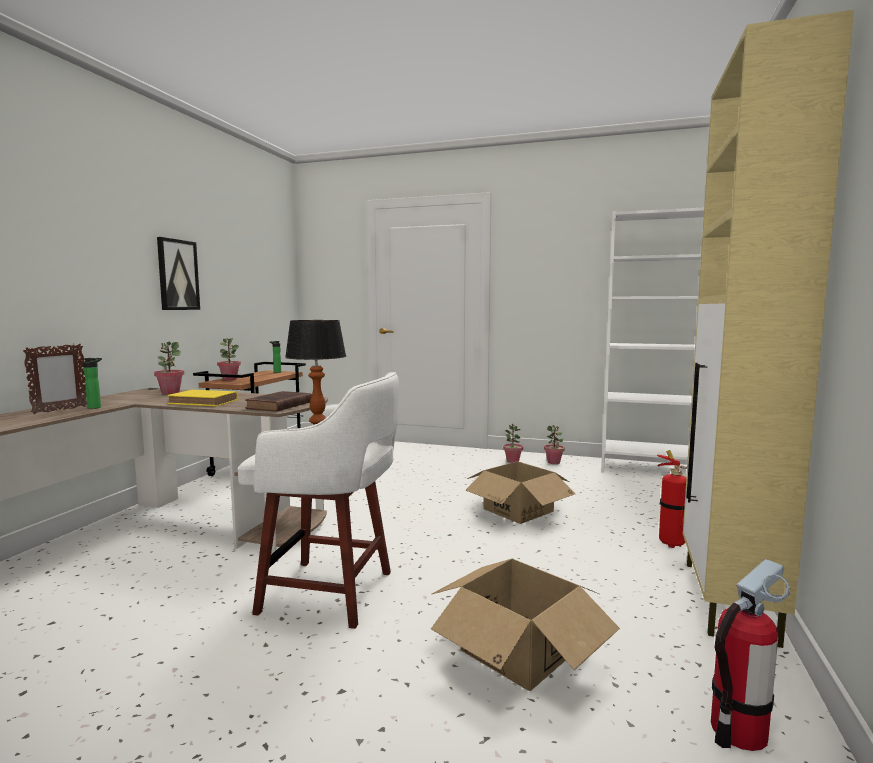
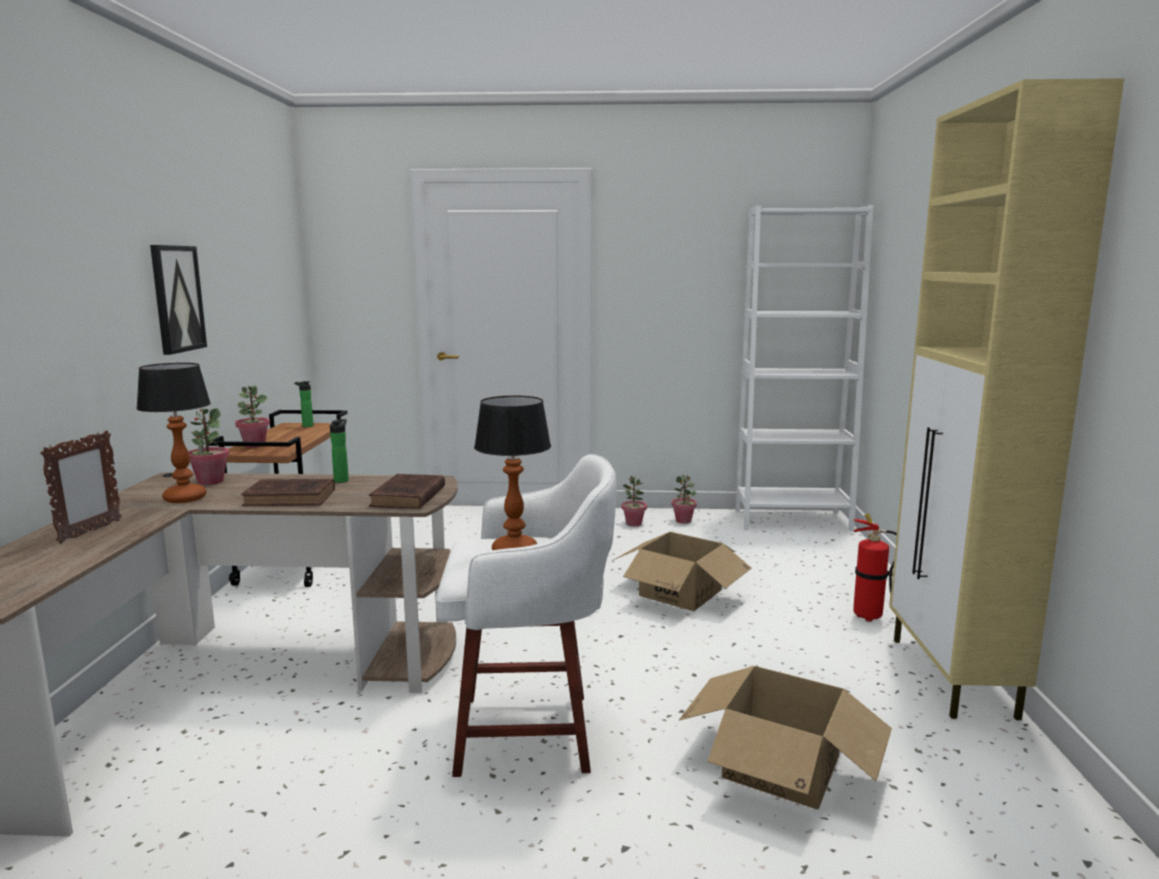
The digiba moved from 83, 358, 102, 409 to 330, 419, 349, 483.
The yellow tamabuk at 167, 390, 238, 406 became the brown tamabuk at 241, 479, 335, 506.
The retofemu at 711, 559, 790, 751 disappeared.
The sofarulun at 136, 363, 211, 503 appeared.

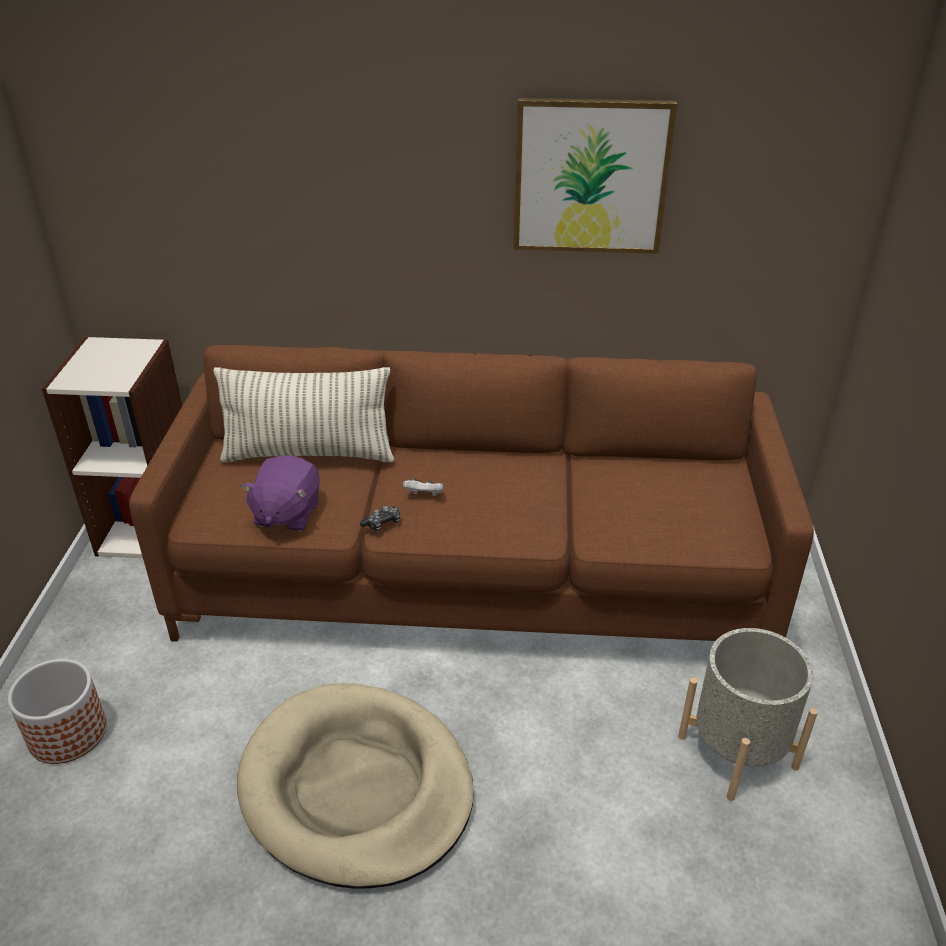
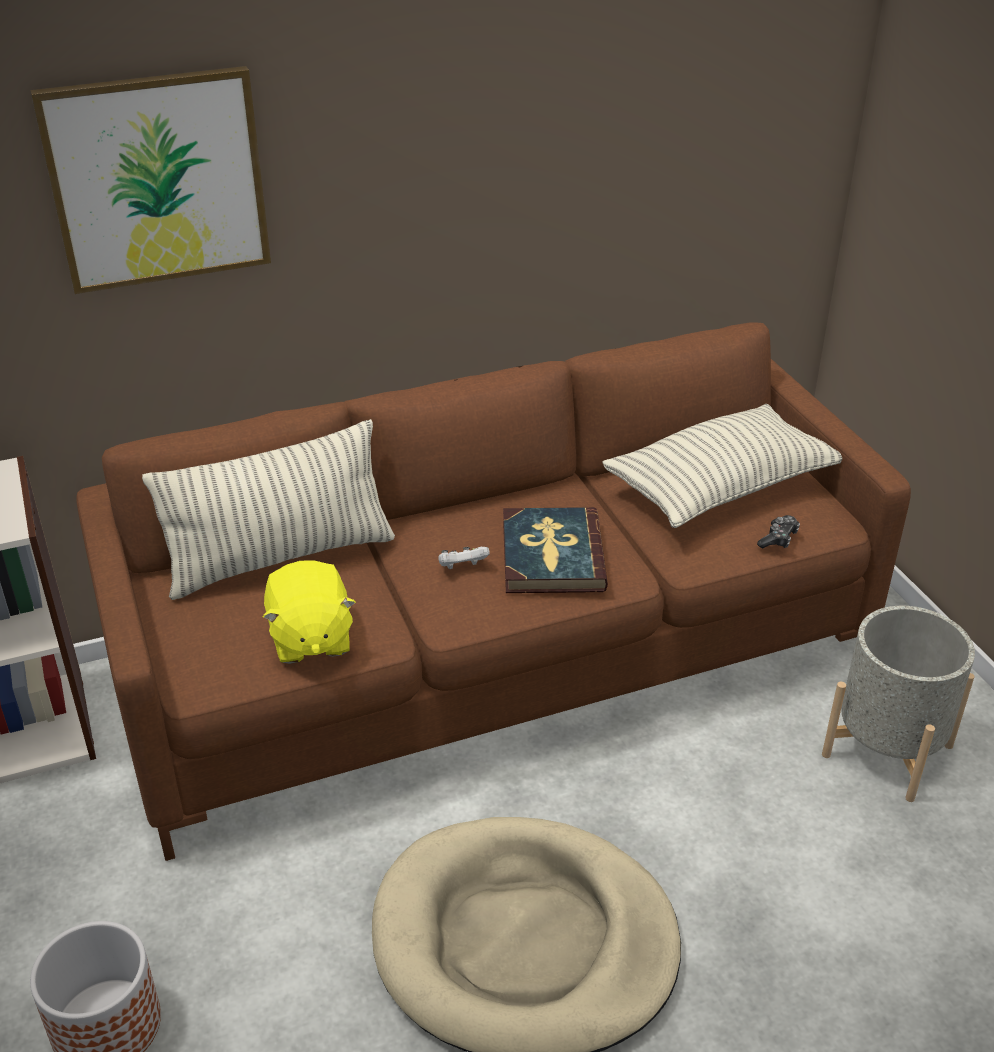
The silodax moved from 514, 98, 677, 254 to 30, 66, 271, 294.
The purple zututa at 241, 455, 320, 532 became the yellow zututa at 263, 560, 356, 664.
The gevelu moved from 360, 506, 400, 532 to 757, 515, 800, 548.
The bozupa at 602, 404, 842, 528 appeared.
The tamabuk at 503, 507, 608, 593 appeared.

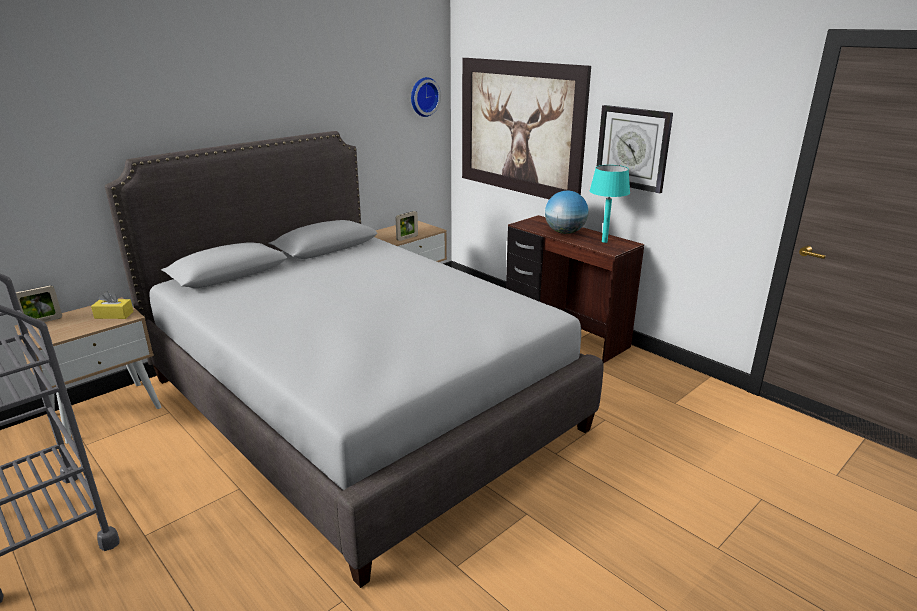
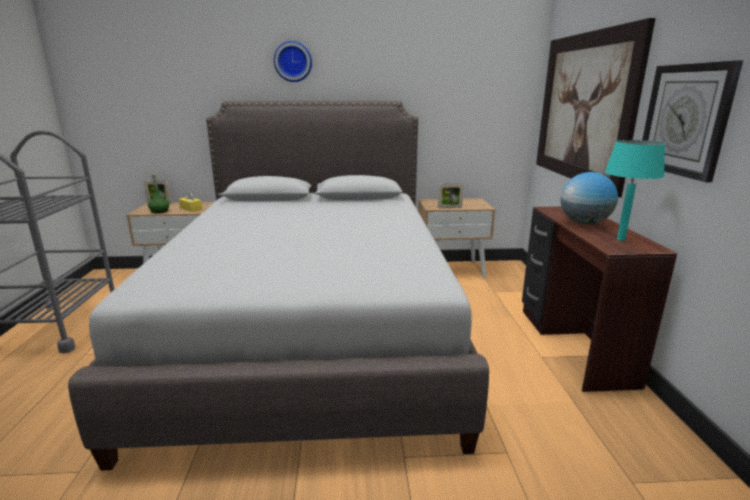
The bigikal moved from 411, 77, 441, 117 to 274, 41, 312, 82.
The green digiba at 148, 174, 169, 213 appeared.

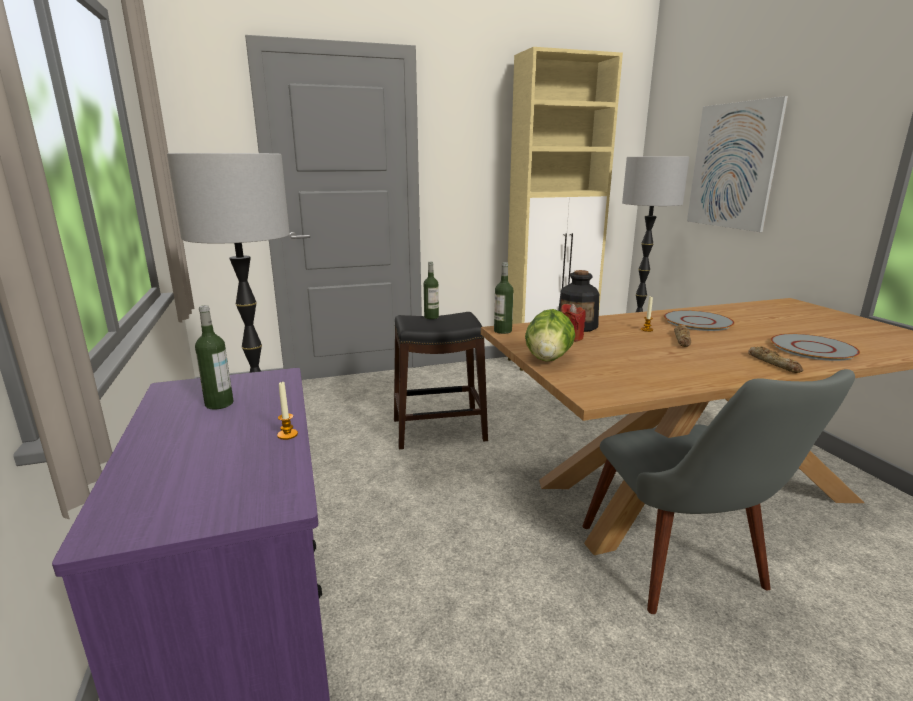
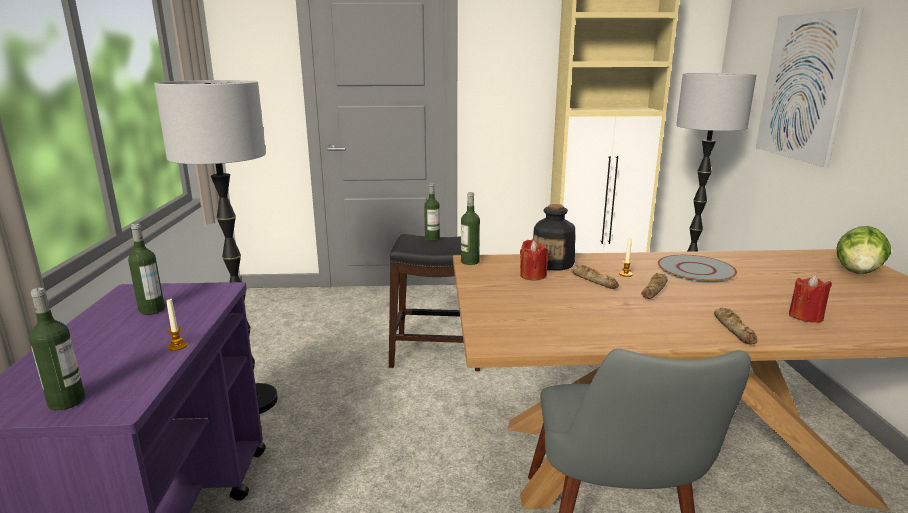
The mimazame moved from 525, 309, 575, 362 to 837, 226, 891, 274.
The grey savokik at 770, 334, 860, 361 was replaced by the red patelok at 789, 275, 832, 323.
The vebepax at 571, 265, 619, 289 appeared.
The digiba at 29, 288, 85, 410 appeared.

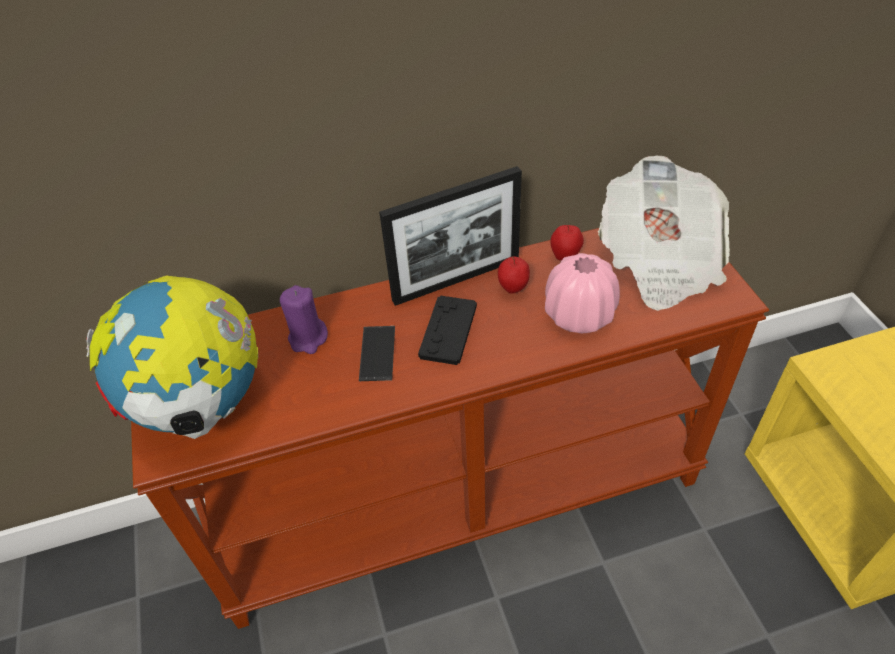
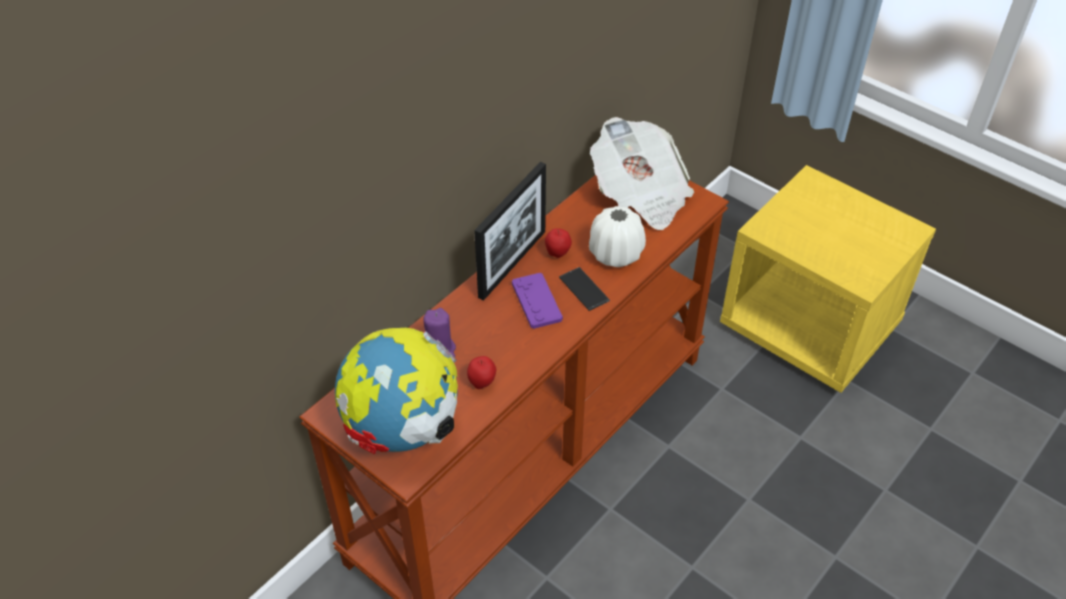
The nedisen moved from 551, 225, 584, 260 to 467, 356, 496, 389.
The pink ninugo at 545, 253, 620, 334 became the white ninugo at 589, 206, 646, 267.
The black gevelu at 418, 296, 477, 365 became the purple gevelu at 512, 273, 563, 329.
The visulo moved from 359, 326, 395, 381 to 559, 267, 610, 311.

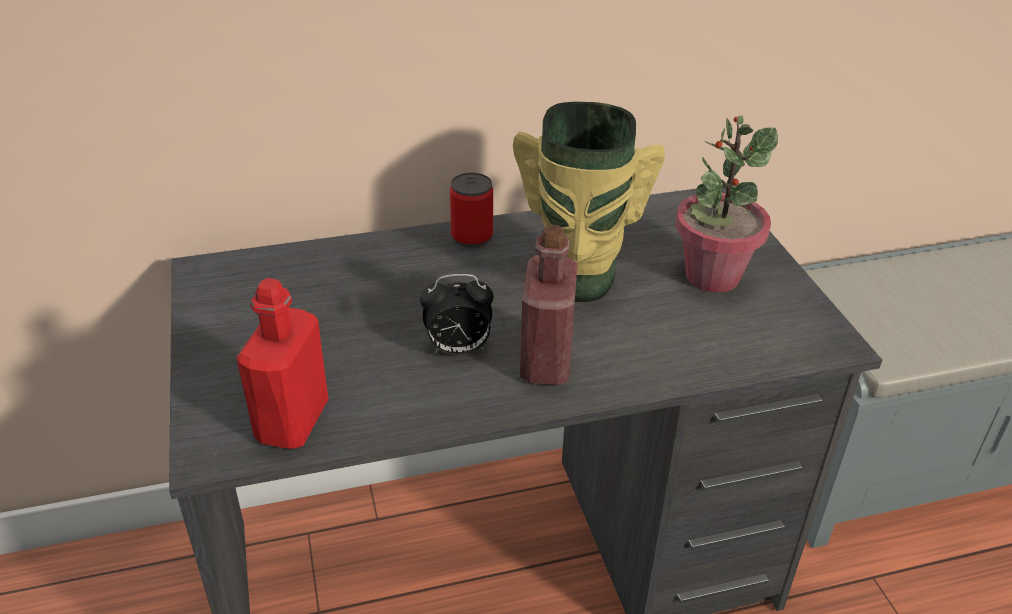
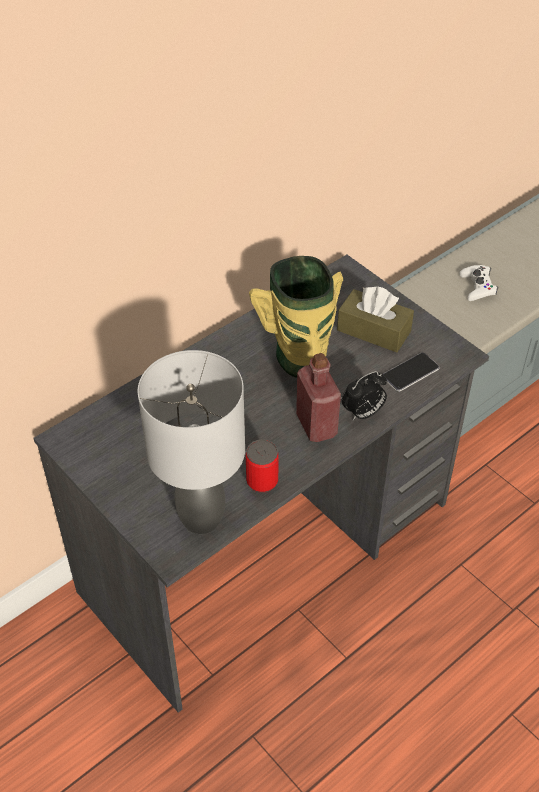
The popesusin at 676, 115, 778, 293 was replaced by the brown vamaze at 337, 286, 414, 352.
The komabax moved from 450, 173, 493, 248 to 246, 439, 279, 493.
The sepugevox moved from 420, 274, 494, 355 to 342, 371, 387, 421.
The red digiba at 236, 278, 329, 449 was replaced by the grey sofarulun at 138, 350, 245, 534.
The white gevelu at 459, 265, 498, 301 appeared.
The visulo at 382, 353, 440, 392 appeared.

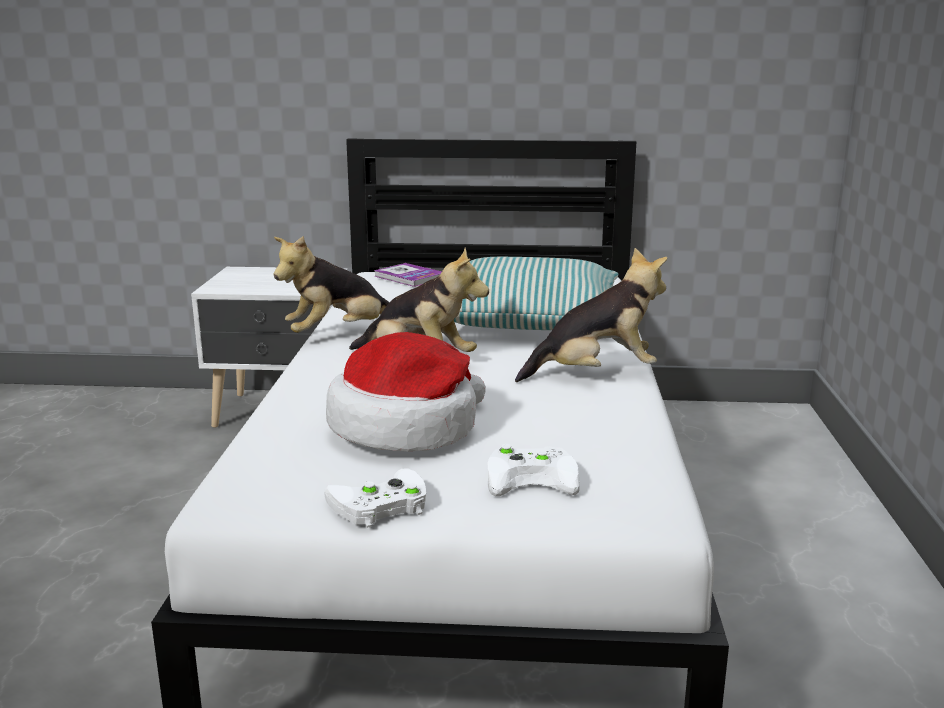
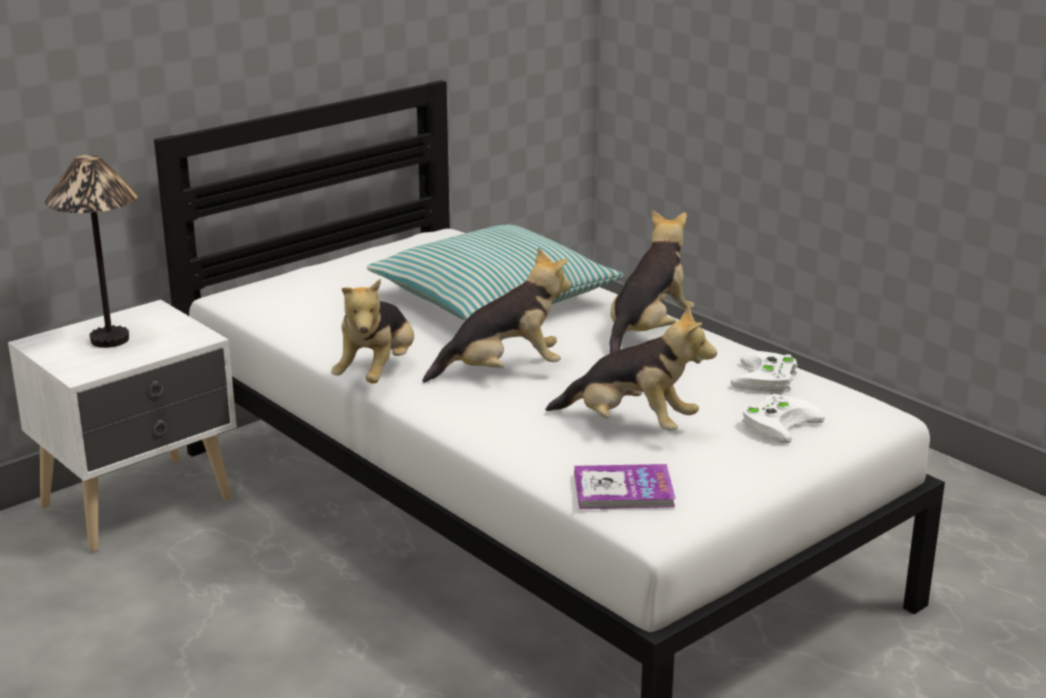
The tamabuk moved from 374, 263, 442, 287 to 574, 464, 676, 509.
The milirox at 326, 332, 486, 452 was replaced by the zututa at 545, 304, 717, 431.
The white gevelu moved from 325, 468, 426, 528 to 731, 351, 797, 391.
The sofarulun at 45, 155, 138, 348 appeared.

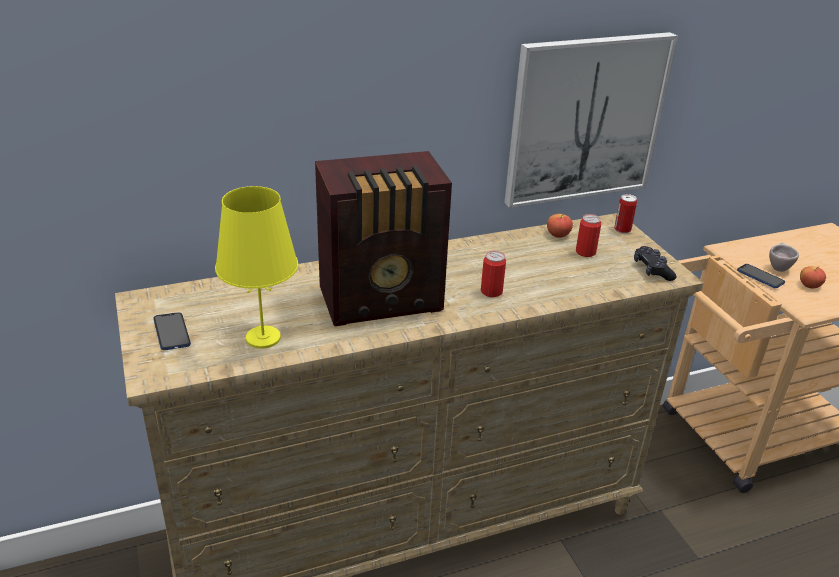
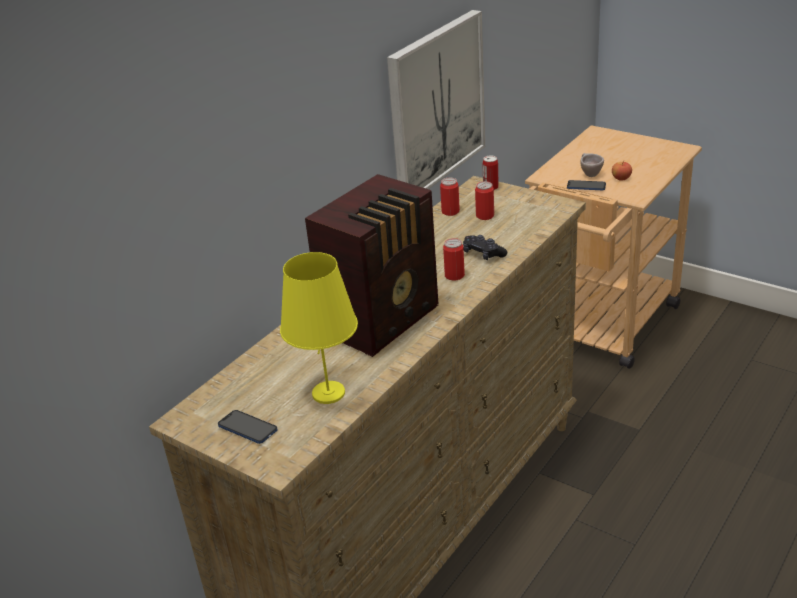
The nedisen at 547, 214, 573, 238 was replaced by the komabax at 440, 178, 460, 216.
The black gevelu moved from 634, 246, 676, 281 to 463, 235, 507, 260.

